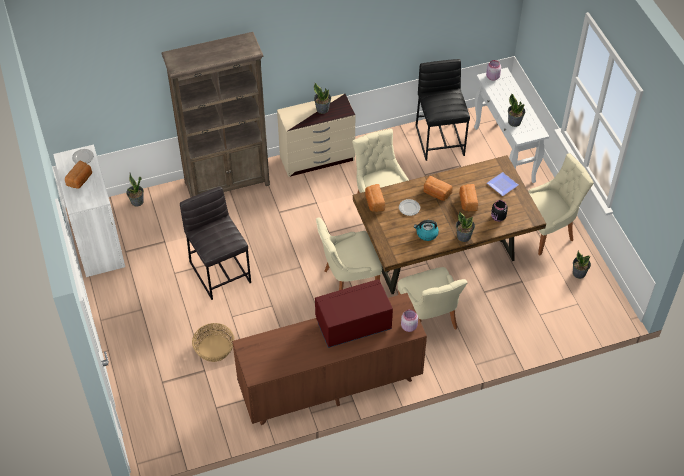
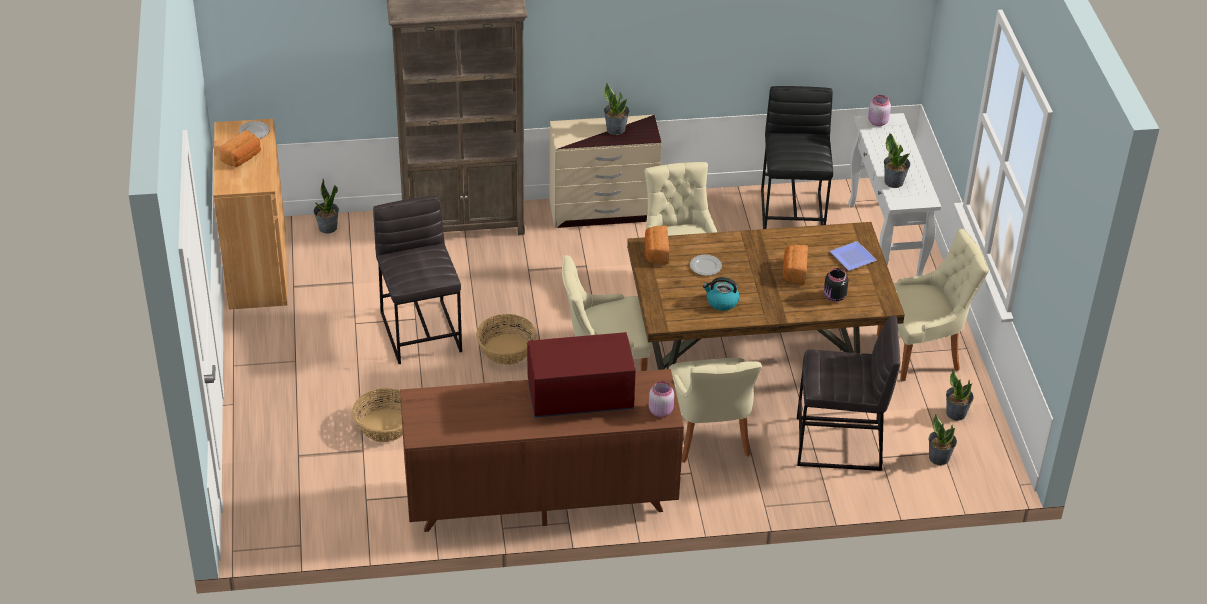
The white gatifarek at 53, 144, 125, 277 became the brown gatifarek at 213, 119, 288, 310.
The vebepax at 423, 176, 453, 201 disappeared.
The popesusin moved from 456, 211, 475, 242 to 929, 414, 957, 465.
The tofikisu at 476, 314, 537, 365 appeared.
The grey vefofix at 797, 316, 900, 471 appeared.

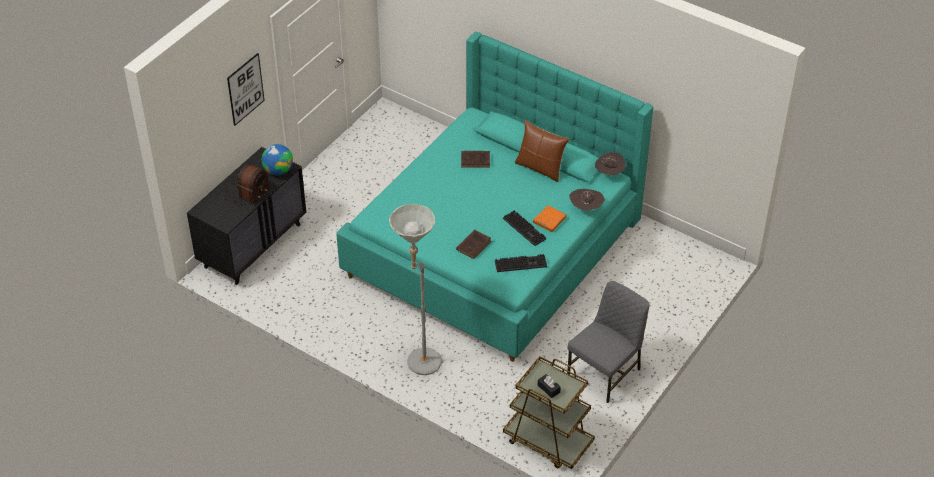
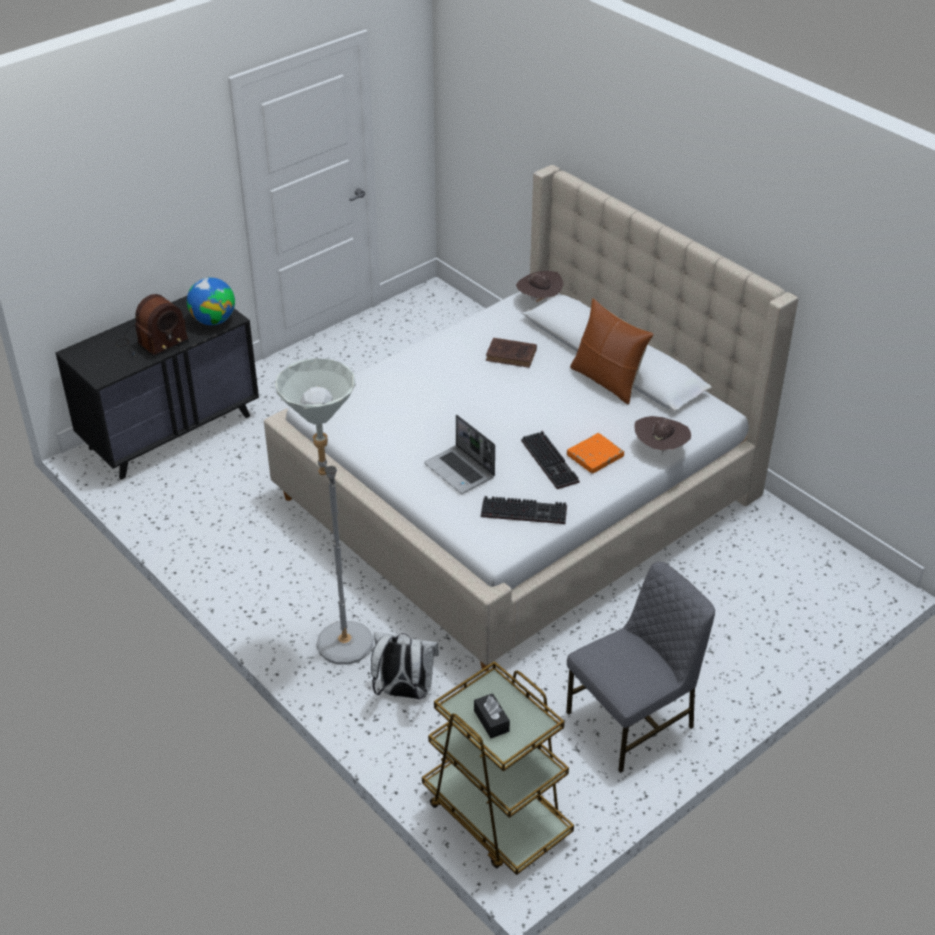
The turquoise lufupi at 336, 32, 654, 362 became the beige lufupi at 264, 165, 798, 672.
The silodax at 227, 53, 265, 126 disappeared.
The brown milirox moved from 595, 152, 626, 176 to 516, 271, 564, 302.
The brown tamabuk at 456, 230, 491, 259 was replaced by the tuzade at 424, 415, 495, 494.
The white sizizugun at 371, 632, 439, 699 appeared.

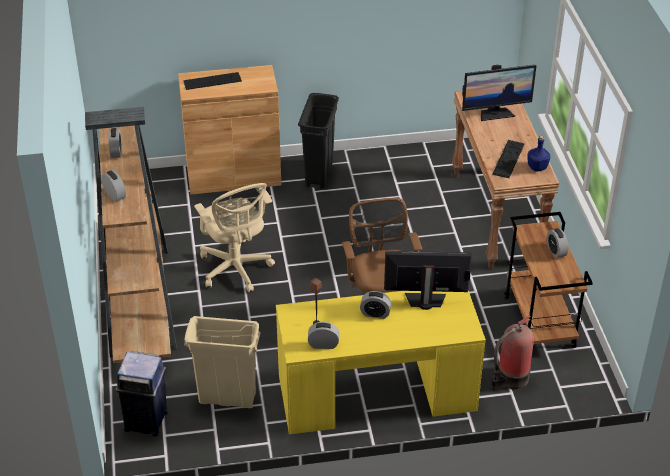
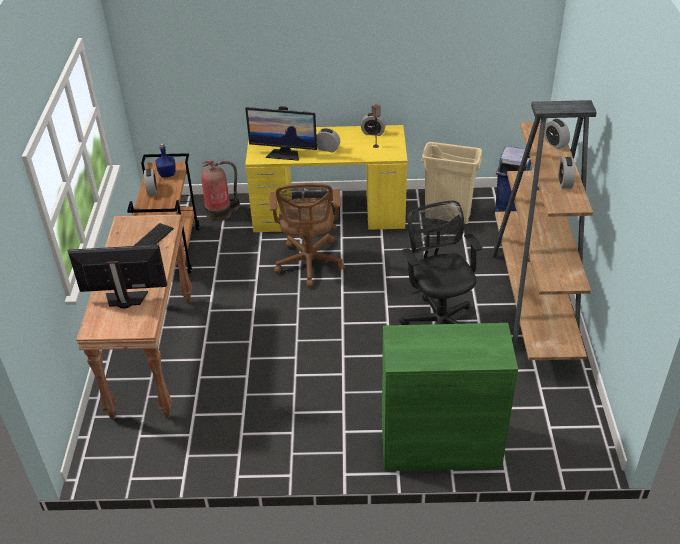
The brown gatifarek at 178, 65, 281, 195 became the green gatifarek at 382, 323, 518, 471.
The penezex at 183, 72, 242, 90 disappeared.
The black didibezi at 298, 93, 339, 189 disappeared.
The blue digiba moved from 528, 136, 551, 171 to 155, 144, 176, 177.
The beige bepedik at 194, 183, 275, 292 became the black bepedik at 399, 201, 483, 325.

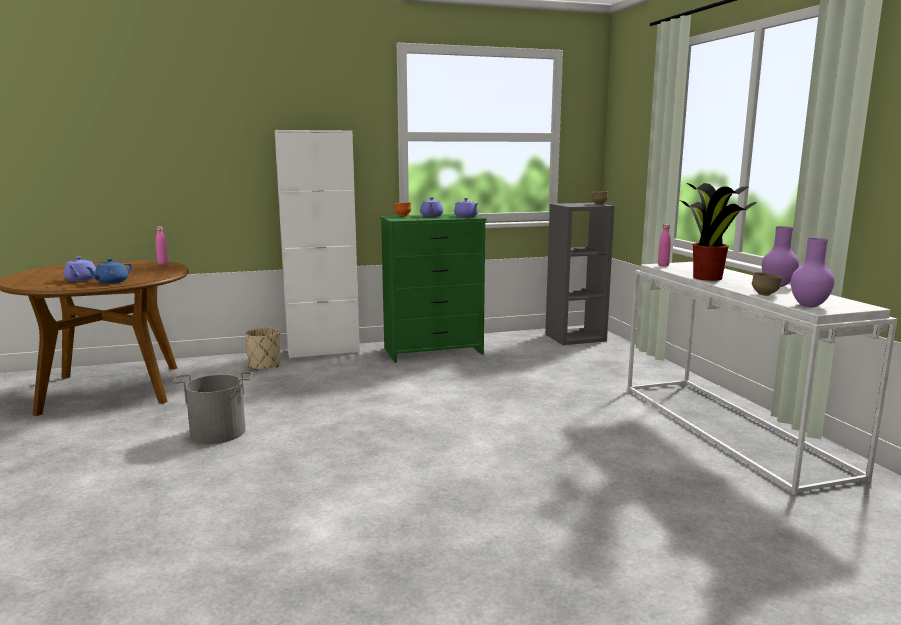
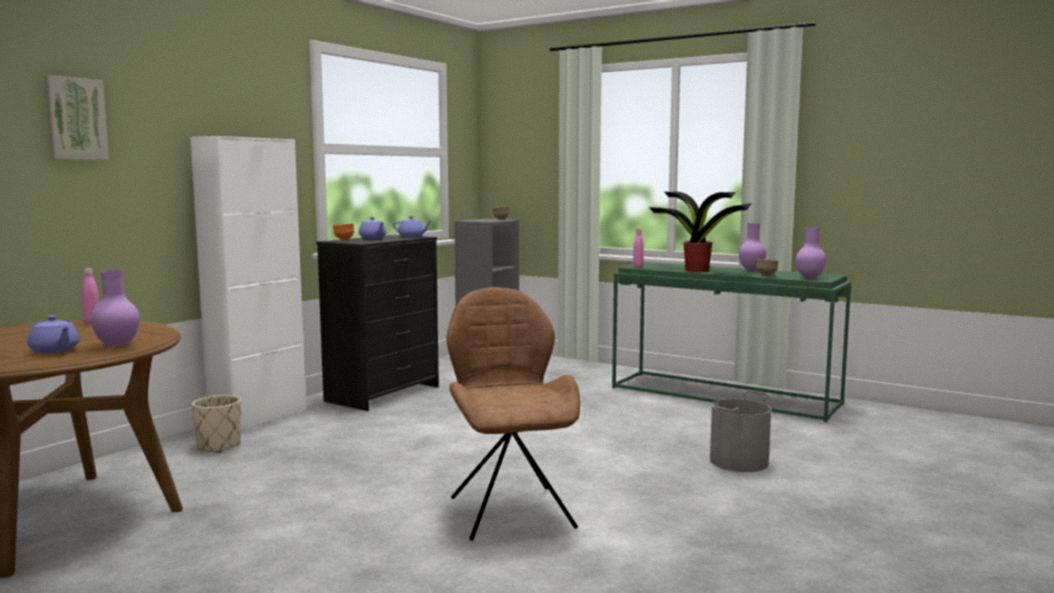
The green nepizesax at 380, 214, 486, 363 became the black nepizesax at 316, 235, 439, 411.
The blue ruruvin at 85, 258, 132, 284 was replaced by the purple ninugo at 91, 270, 140, 348.
The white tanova at 627, 262, 897, 495 became the green tanova at 612, 262, 851, 422.
The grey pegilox moved from 173, 372, 253, 444 to 710, 390, 771, 472.
The silodax at 44, 75, 109, 160 appeared.
The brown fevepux at 447, 287, 580, 541 appeared.

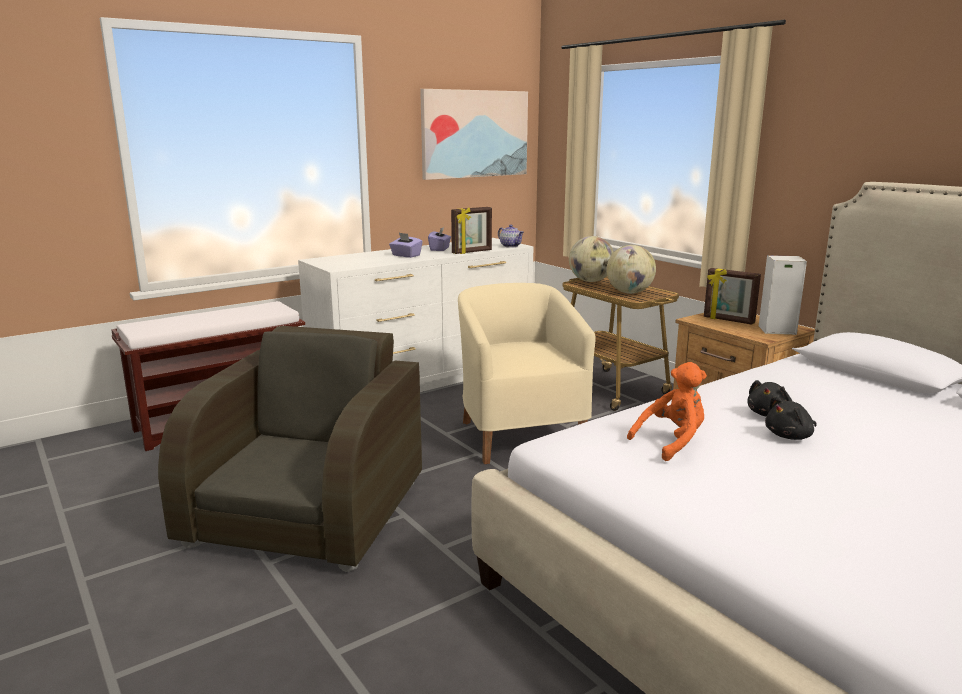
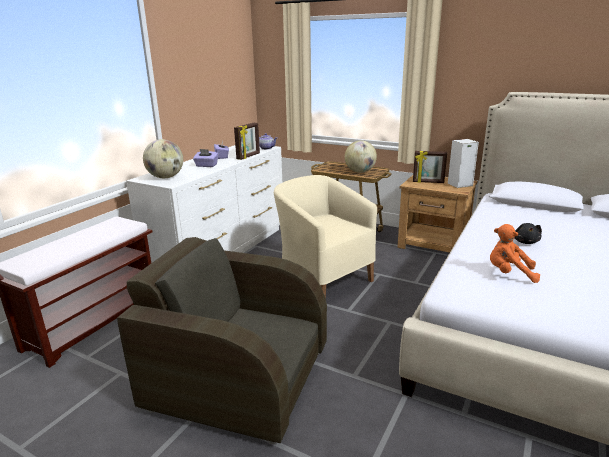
The silodax at 420, 89, 528, 180 disappeared.
The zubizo moved from 569, 236, 614, 282 to 143, 139, 183, 178.
The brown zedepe at 158, 326, 422, 572 turned 60 degrees counterclockwise.
The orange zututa at 627, 362, 707, 461 turned 105 degrees counterclockwise.
The black zututa at 765, 396, 817, 440 disappeared.

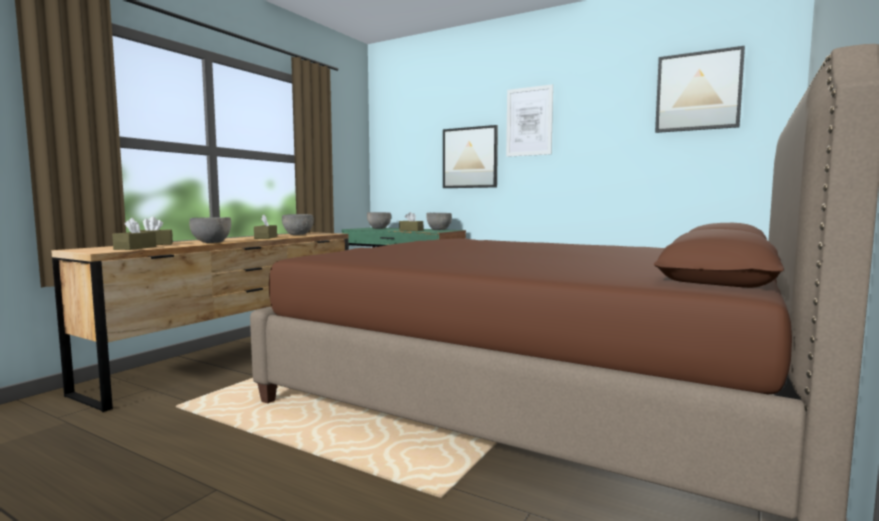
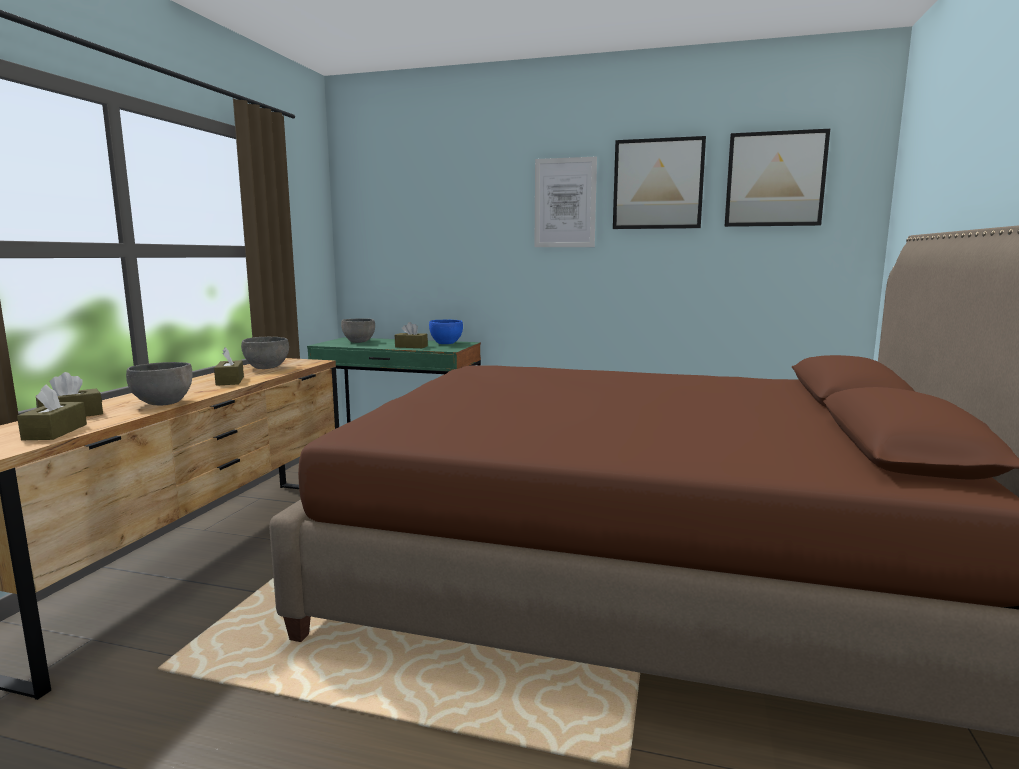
The silodax moved from 443, 125, 498, 188 to 613, 136, 706, 229.
The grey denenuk at 426, 213, 452, 230 became the blue denenuk at 429, 320, 463, 344.

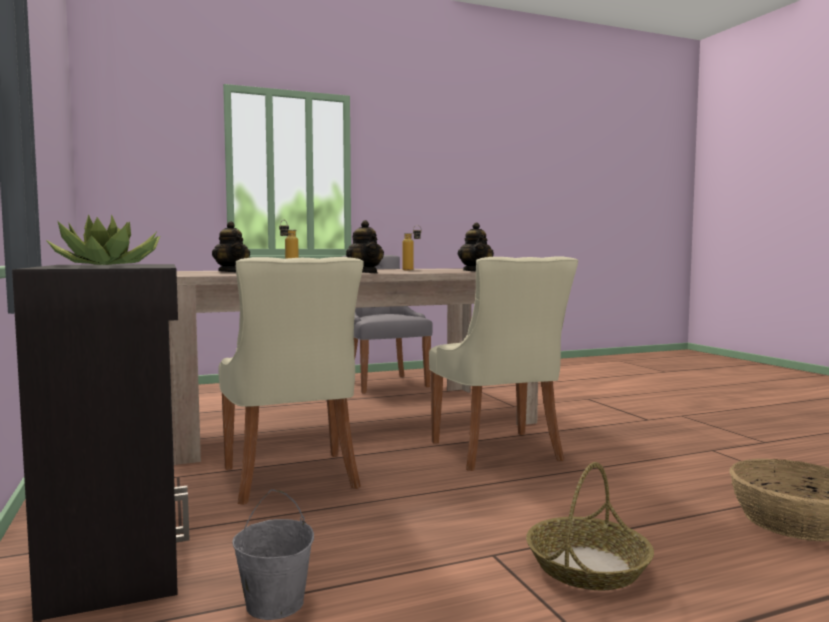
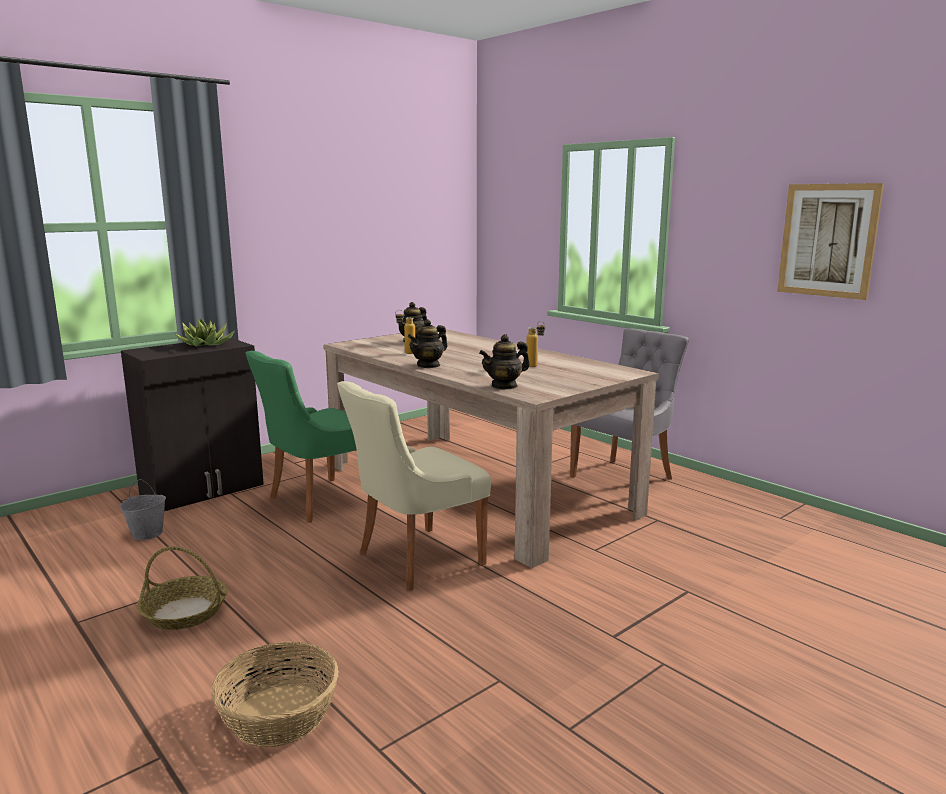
The beige fevepux at 218, 257, 364, 505 became the green fevepux at 245, 351, 357, 523.
The silodax at 777, 183, 884, 300 appeared.

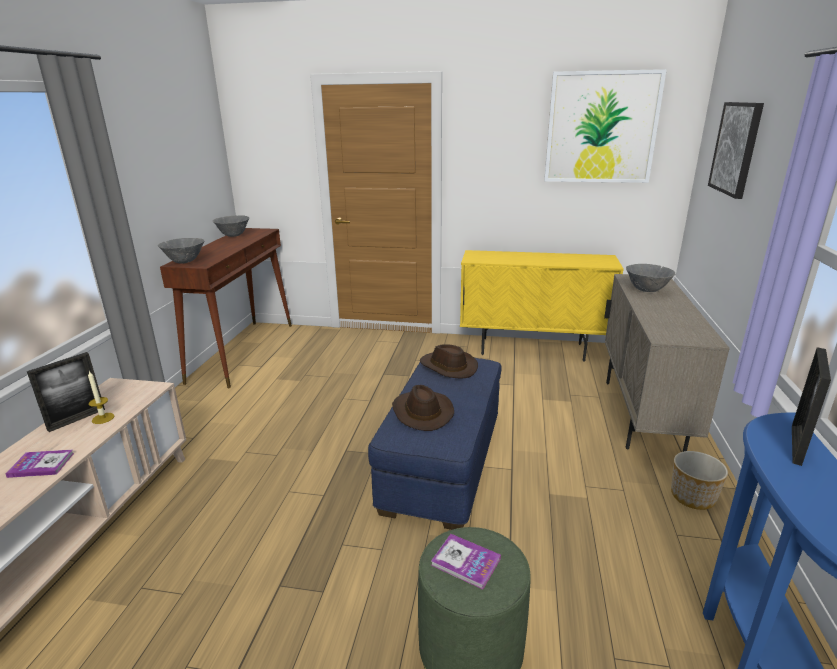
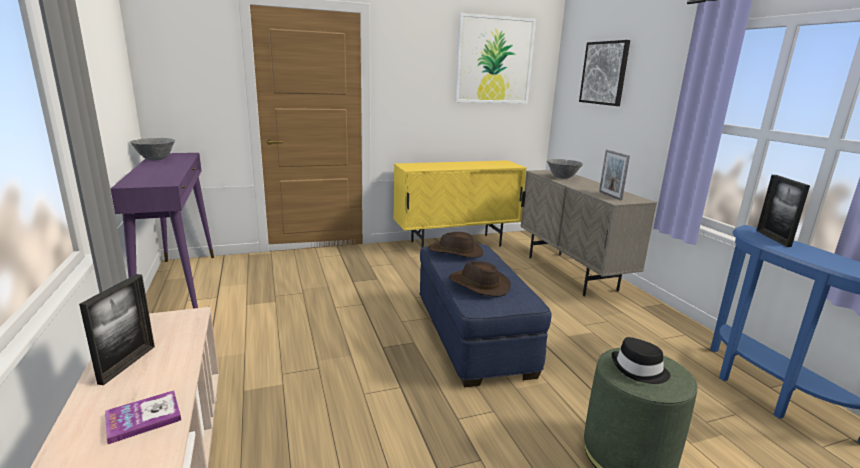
The brown tanova at 160, 228, 292, 388 became the purple tanova at 111, 153, 214, 309.
The grey denenuk at 158, 238, 204, 264 disappeared.
The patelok at 88, 371, 114, 424 disappeared.
The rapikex at 671, 451, 728, 510 disappeared.
The tamabuk at 431, 534, 501, 589 was replaced by the black milirox at 612, 337, 670, 384.
The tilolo at 599, 150, 630, 200 appeared.

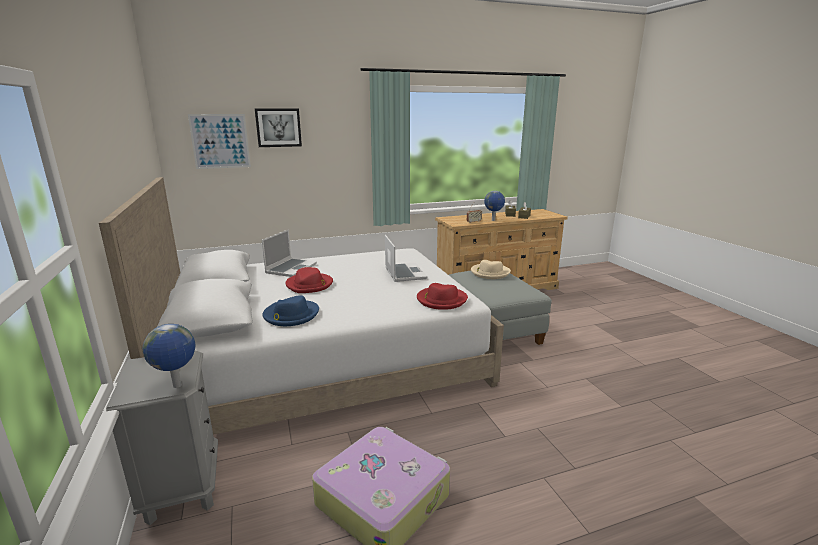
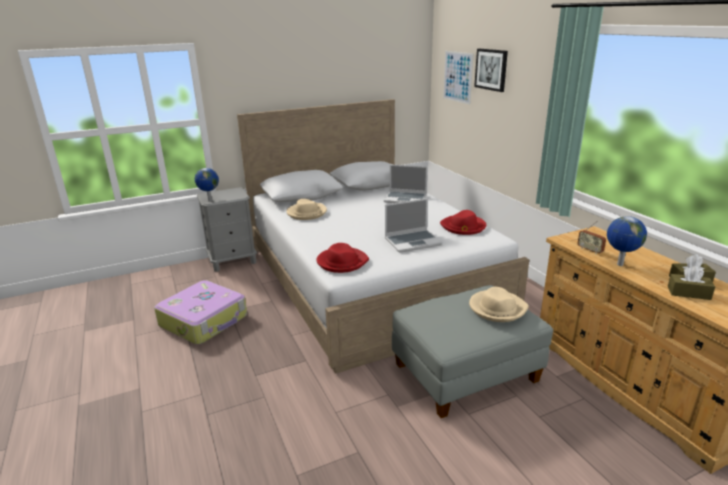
The red milirox moved from 286, 267, 333, 293 to 440, 210, 486, 235.
The blue milirox at 262, 295, 319, 326 became the beige milirox at 286, 199, 327, 220.

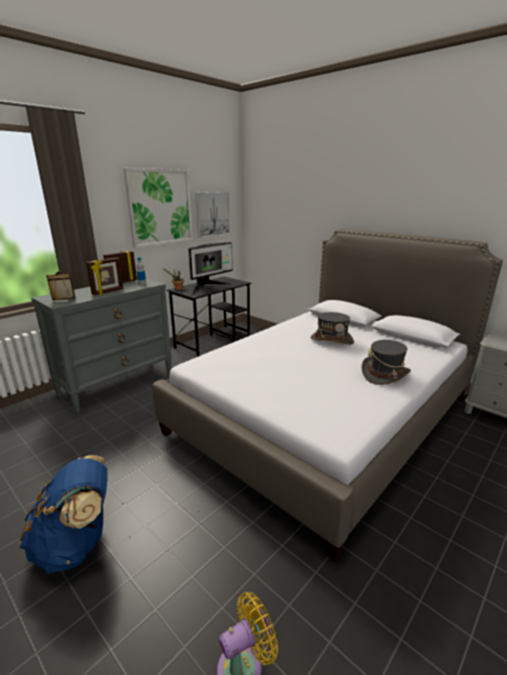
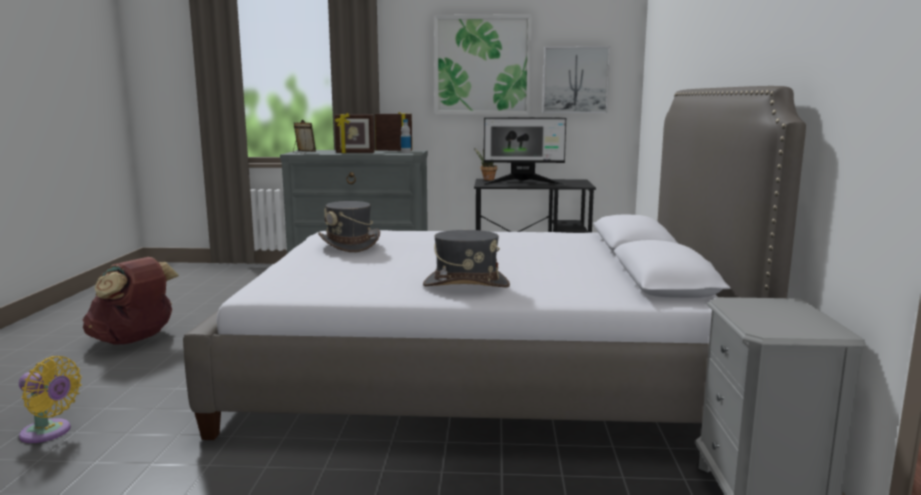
The grey milirox moved from 310, 312, 354, 345 to 318, 201, 380, 252.
The blue sizizugun at 19, 455, 108, 574 became the brown sizizugun at 83, 257, 179, 345.

